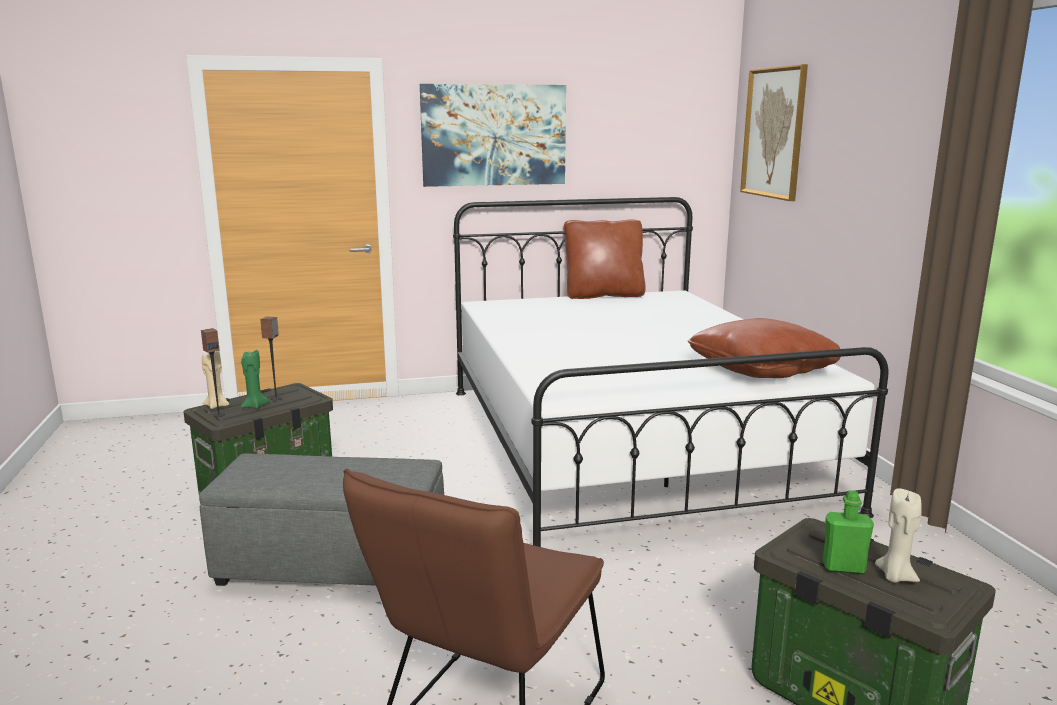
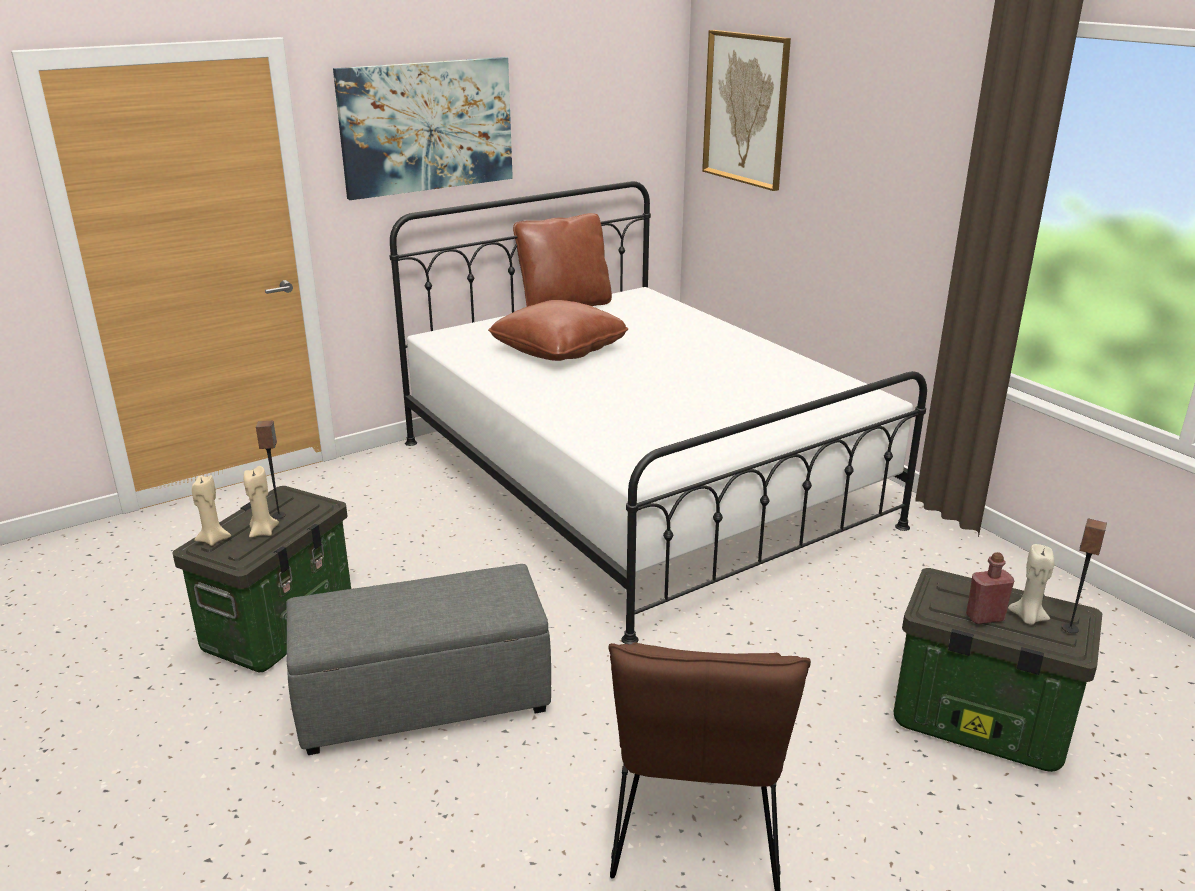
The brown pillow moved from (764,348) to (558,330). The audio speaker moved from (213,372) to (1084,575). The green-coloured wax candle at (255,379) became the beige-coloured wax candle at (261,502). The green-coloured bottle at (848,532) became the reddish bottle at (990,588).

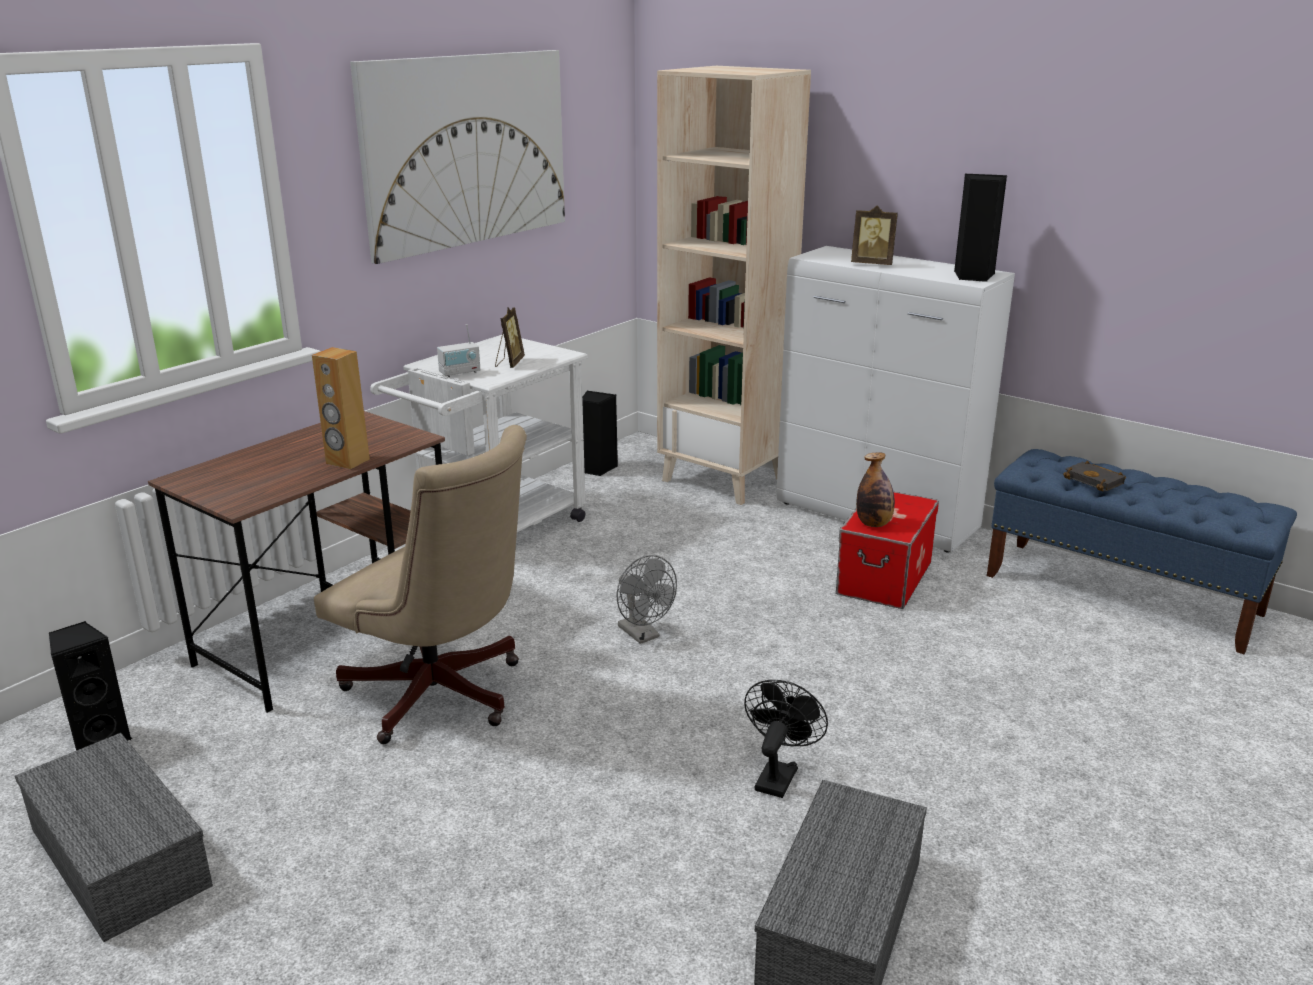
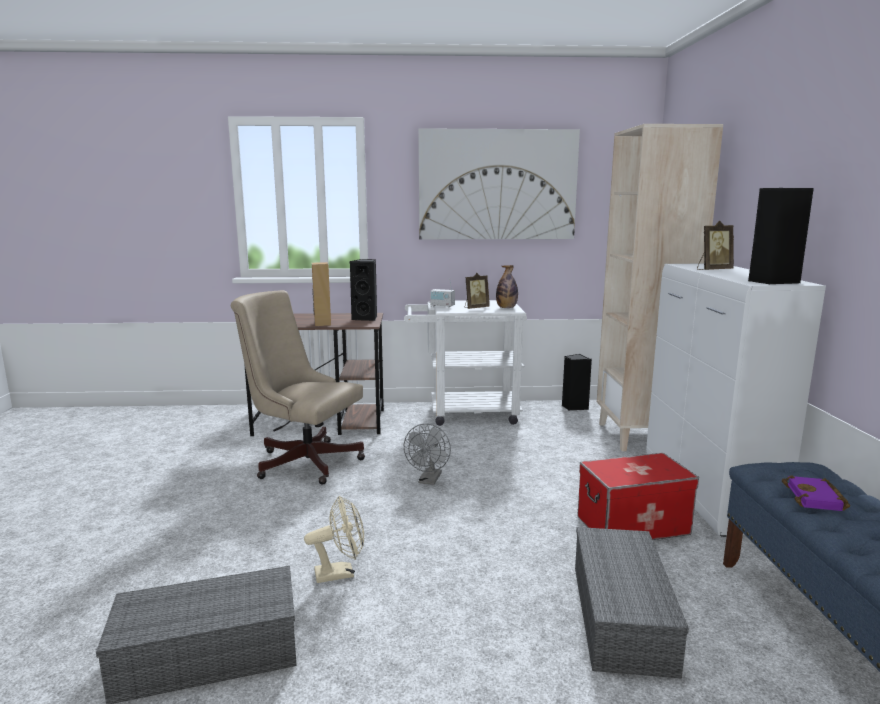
The standing frame at (874,235) turned 90 degrees counterclockwise. The beige-coloured office chair at (420,584) turned 120 degrees clockwise. The bottle moved from (875,489) to (507,286). The black bound book at (1094,476) became the purple-coloured bound book at (816,493). The black audio speaker moved from (91,686) to (363,290). The black fan at (786,739) became the beige-coloured fan at (334,539). The gray storage box moved from (114,837) to (632,603).

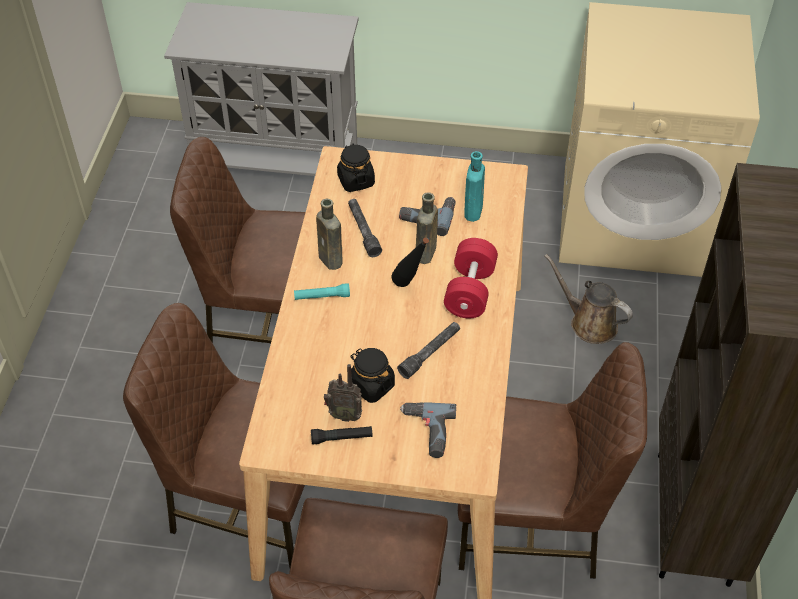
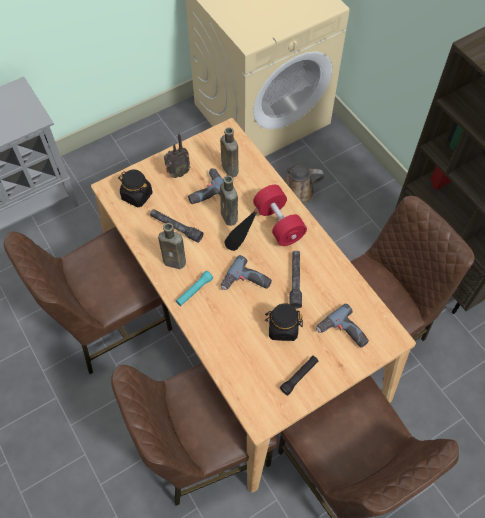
The blue-green bottle at (474,186) became the brown bottle at (229,152). The radio set moved from (343,393) to (177,155). The drill at (246,272) appeared.

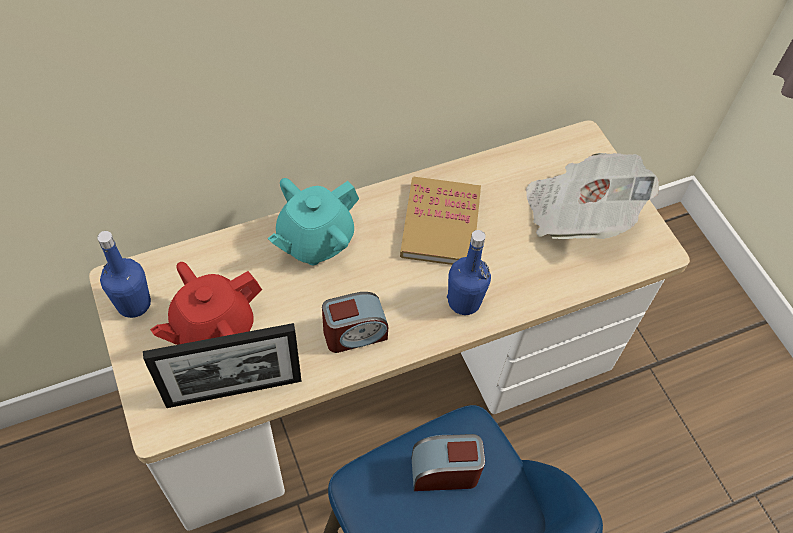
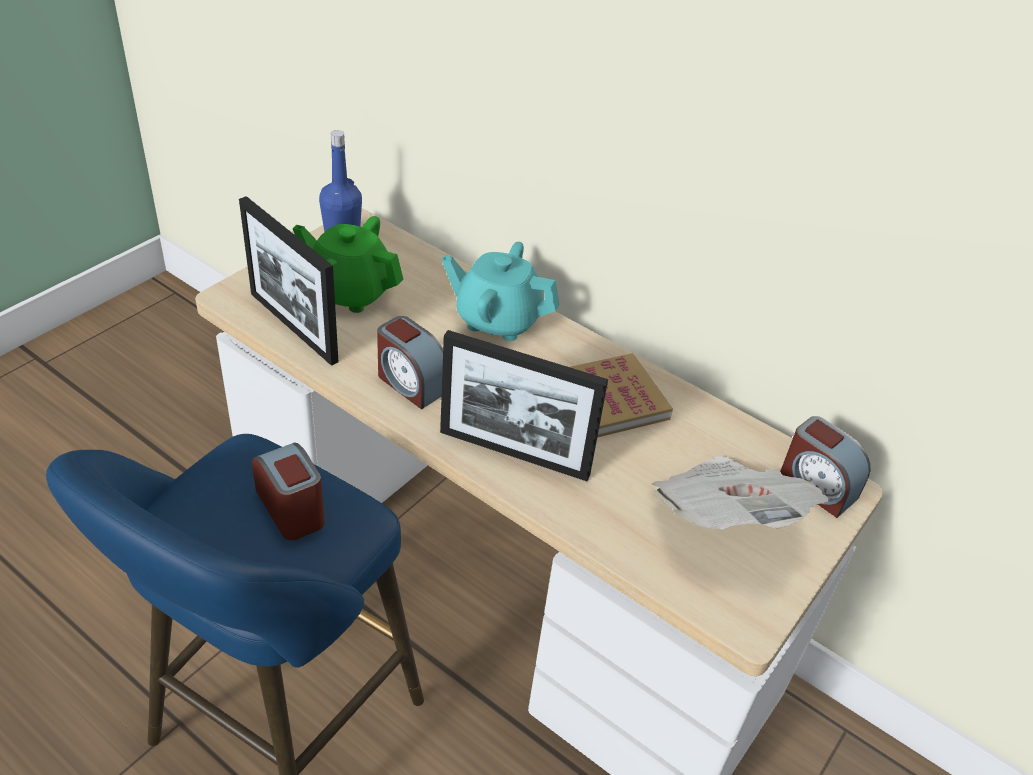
The bluish bottle at (469,272) was replaced by the standing frame at (524,405). The reddish pot for tea at (206,303) became the green-coloured pot for tea at (348,264). The bedside clock at (825,467) appeared.

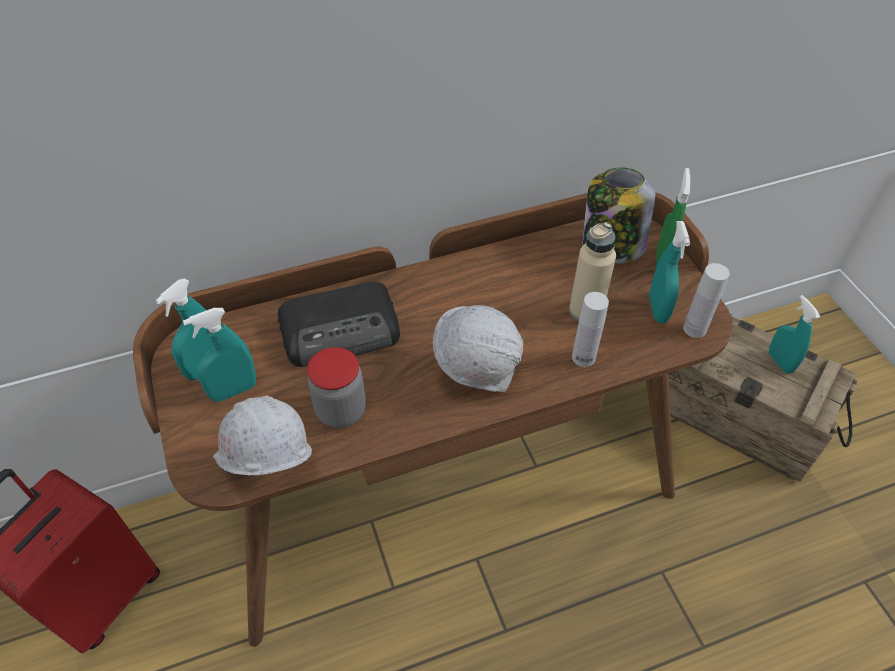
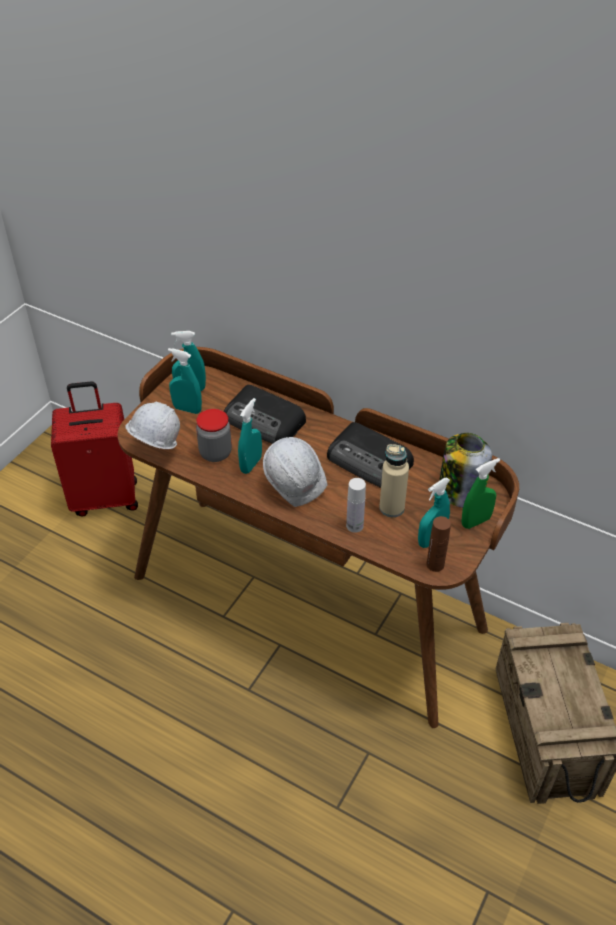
The white-coloured bottle at (706,300) became the brown bottle at (439,544). The blue-green sprayer moved from (794,334) to (250,436). The radio set at (370,455) appeared.

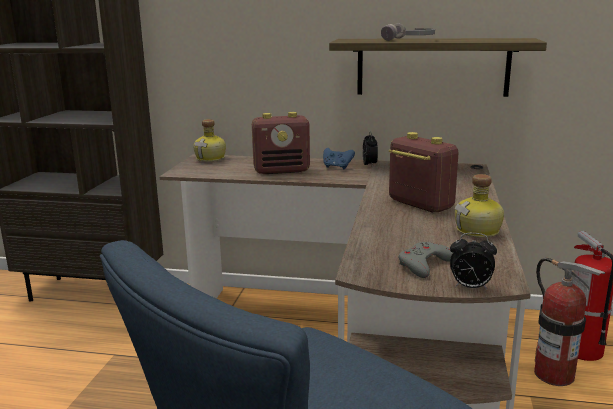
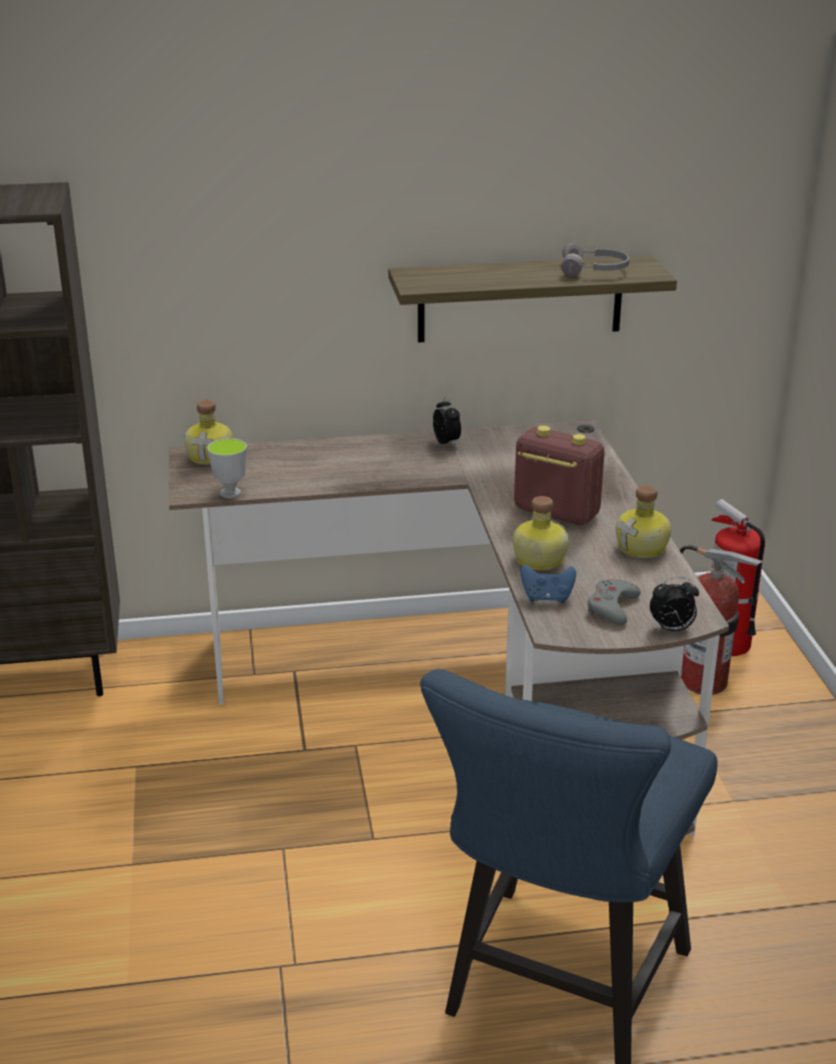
The gray pair of headphones moved from (408,32) to (595,259). The radio set at (281,143) disappeared. The bluish gamepad moved from (339,158) to (548,584). The small cup at (227,468) appeared. The bottle at (541,533) appeared.

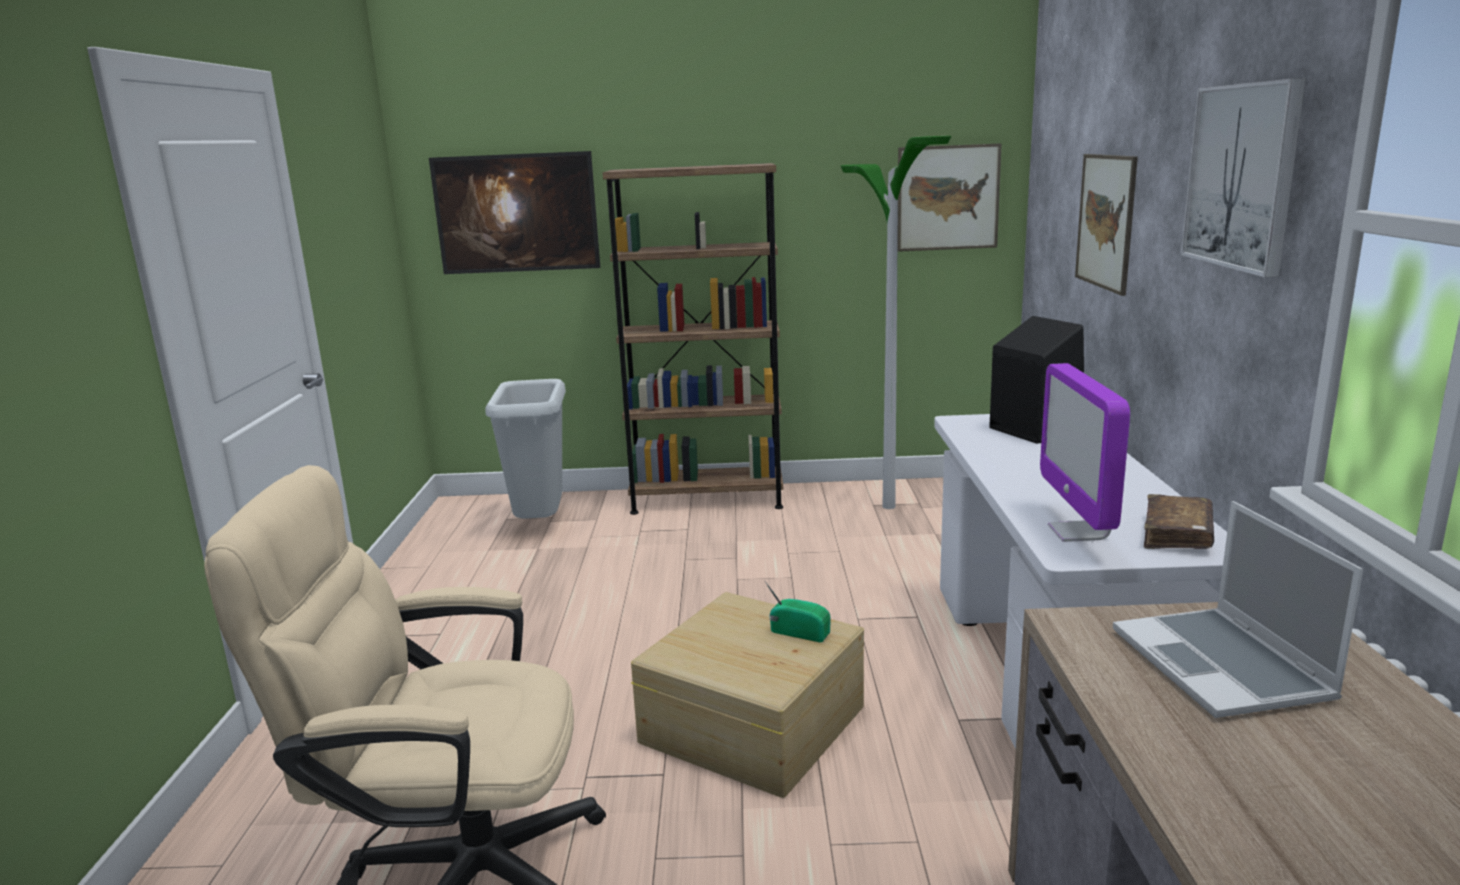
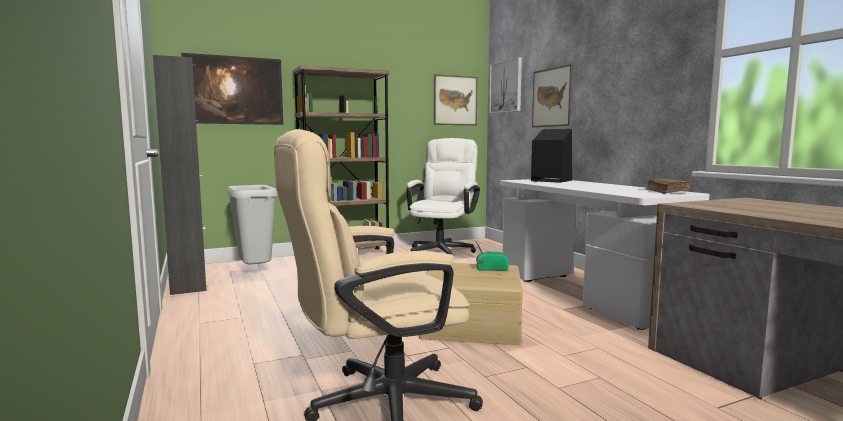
The wall art moved from (1243,177) to (505,85). The standard lamp at (896,322) was replaced by the white-coloured office chair at (443,196). The computer screen at (1085,452) disappeared. The portable computer at (1238,609) disappeared. The black storage cabinet at (179,175) appeared.

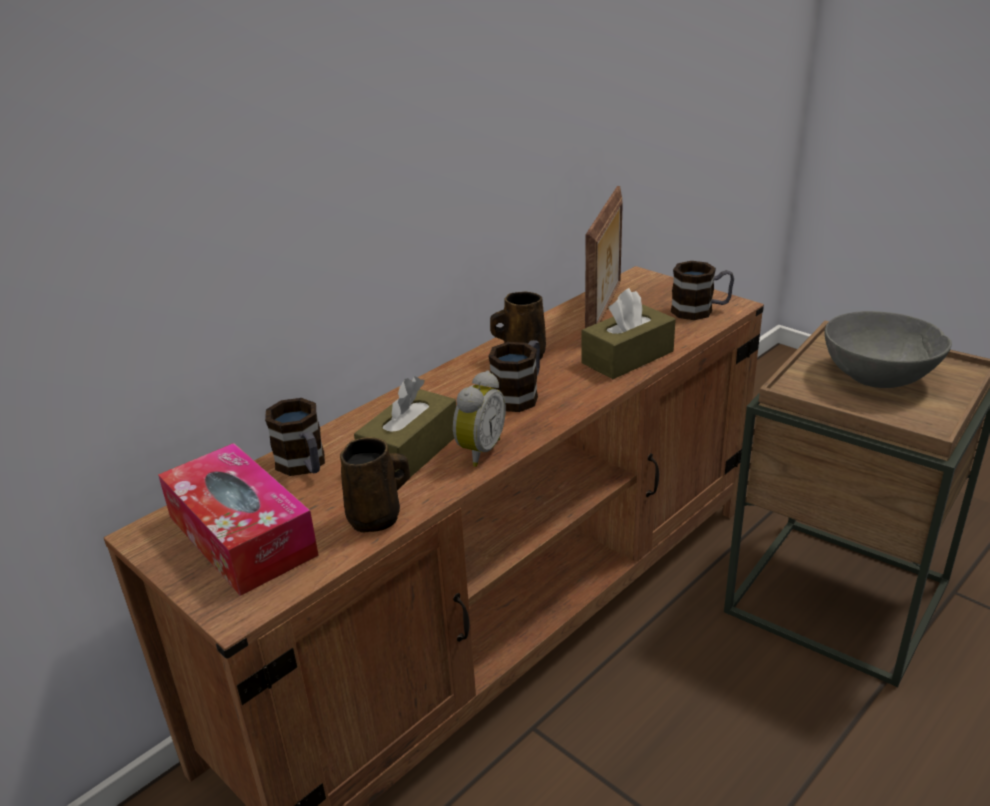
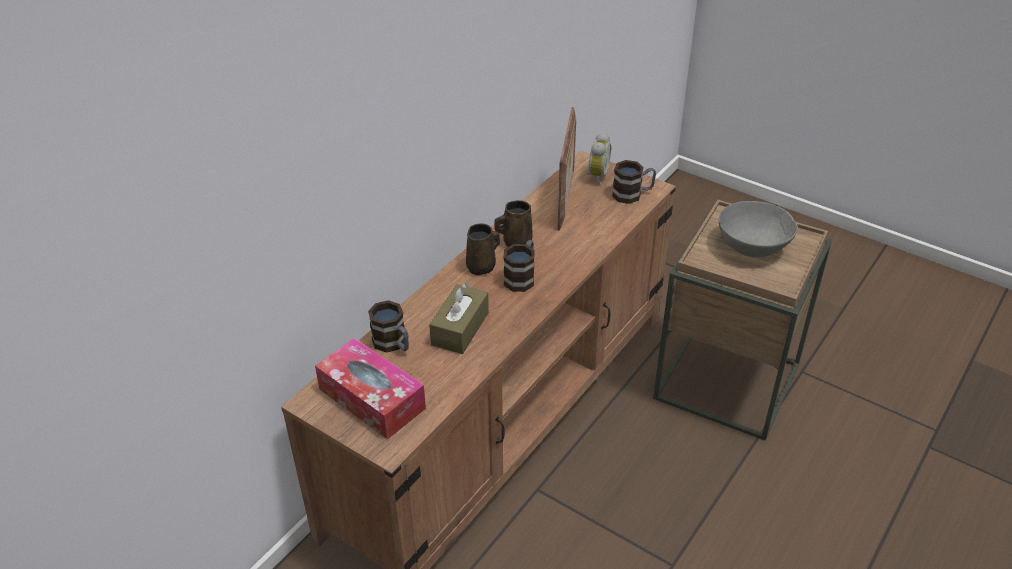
The brown tissue holder at (628,333) disappeared. The bedside clock moved from (479,419) to (599,158). The brown coffee mug moved from (375,485) to (483,249).

